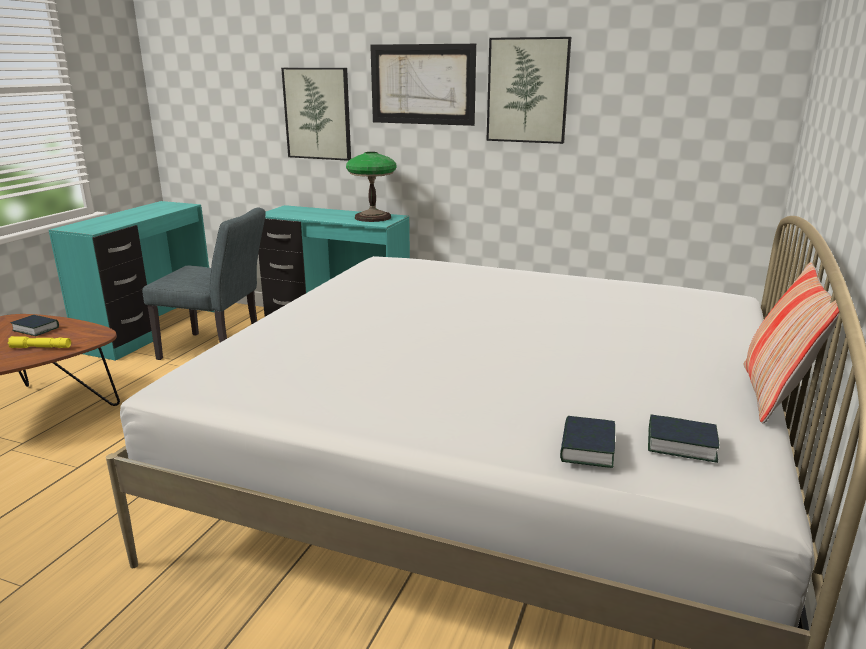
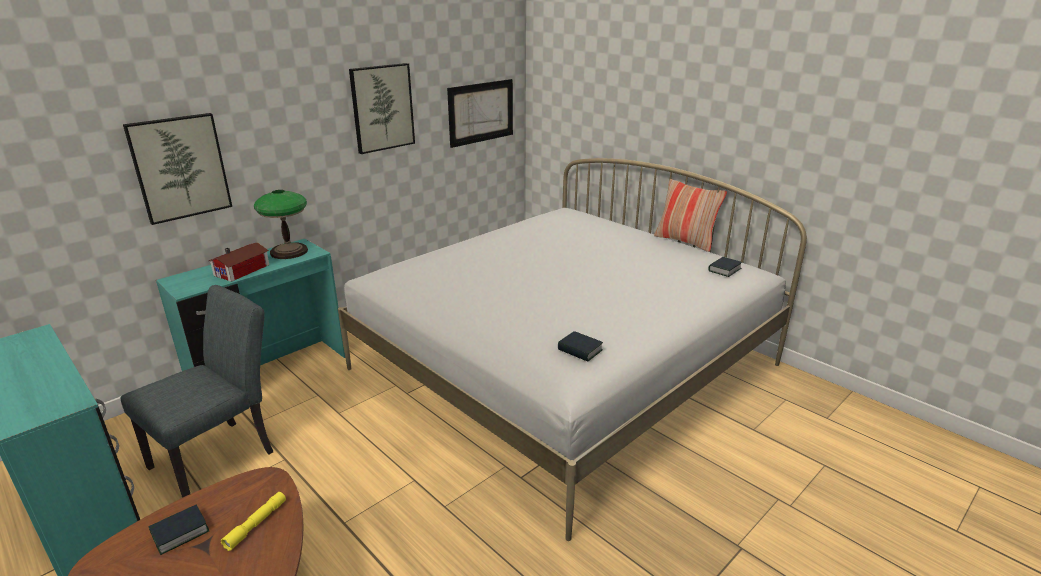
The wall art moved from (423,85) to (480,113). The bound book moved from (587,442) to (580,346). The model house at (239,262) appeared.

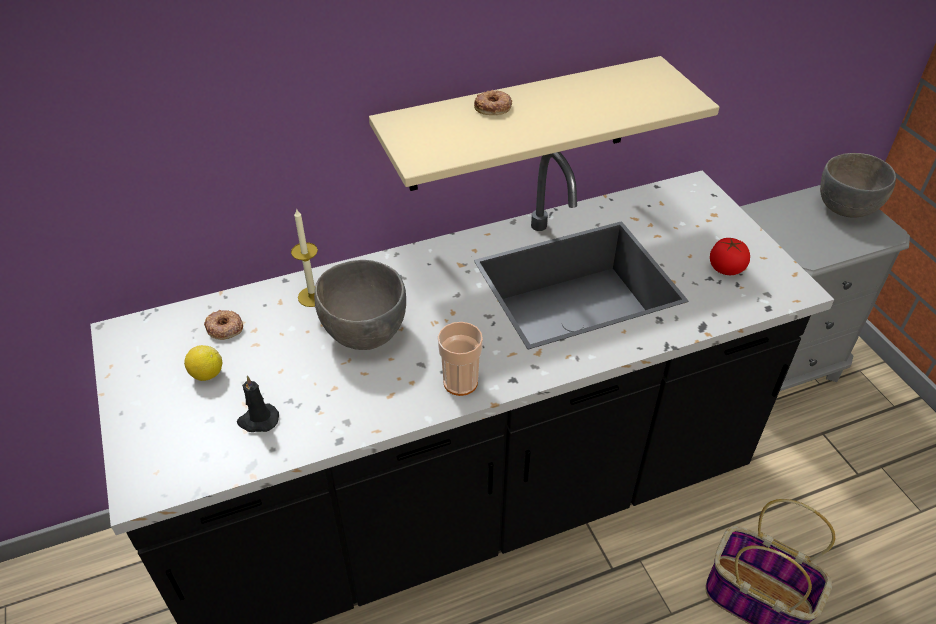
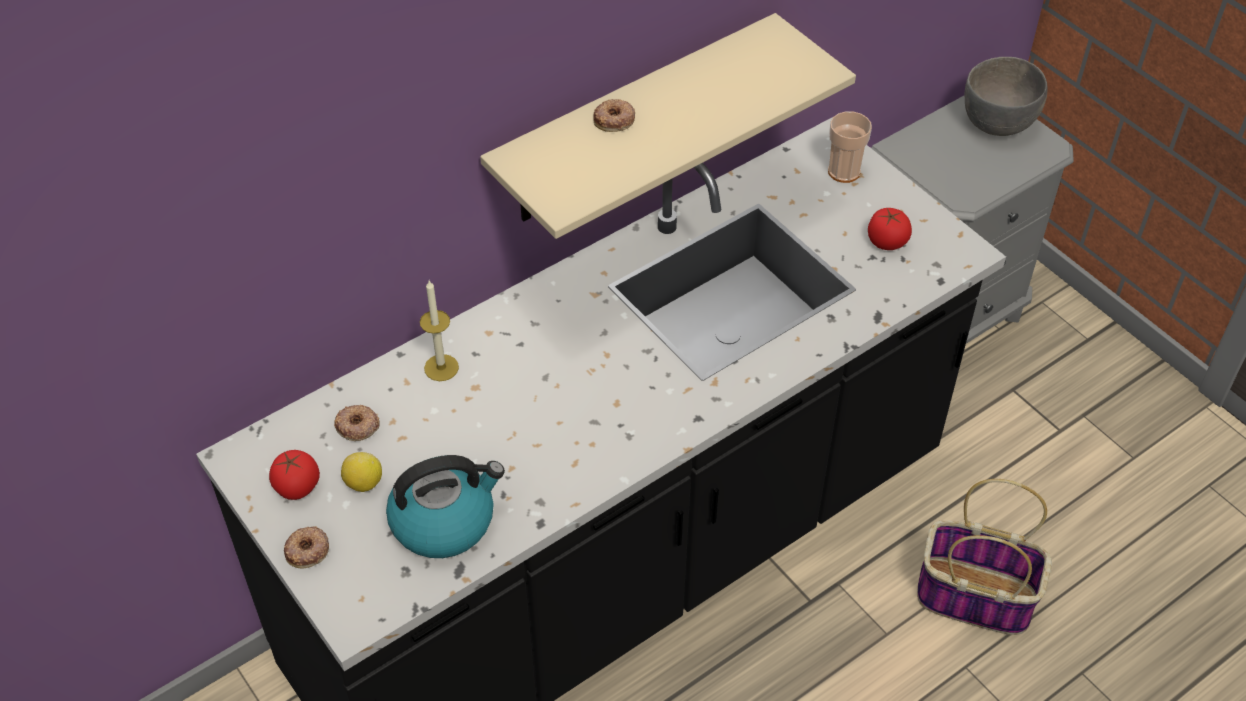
The gray bowl at (360,305) disappeared. The small cup moved from (460,359) to (850,147). The black wax candle at (258,404) was replaced by the tea kettle at (445,506). The whole tomato at (294,475) appeared. The donut at (306,547) appeared.

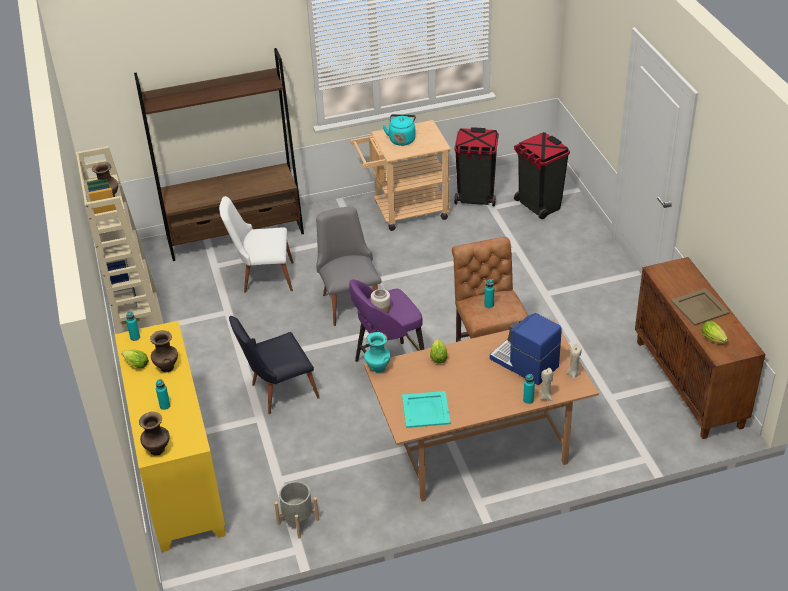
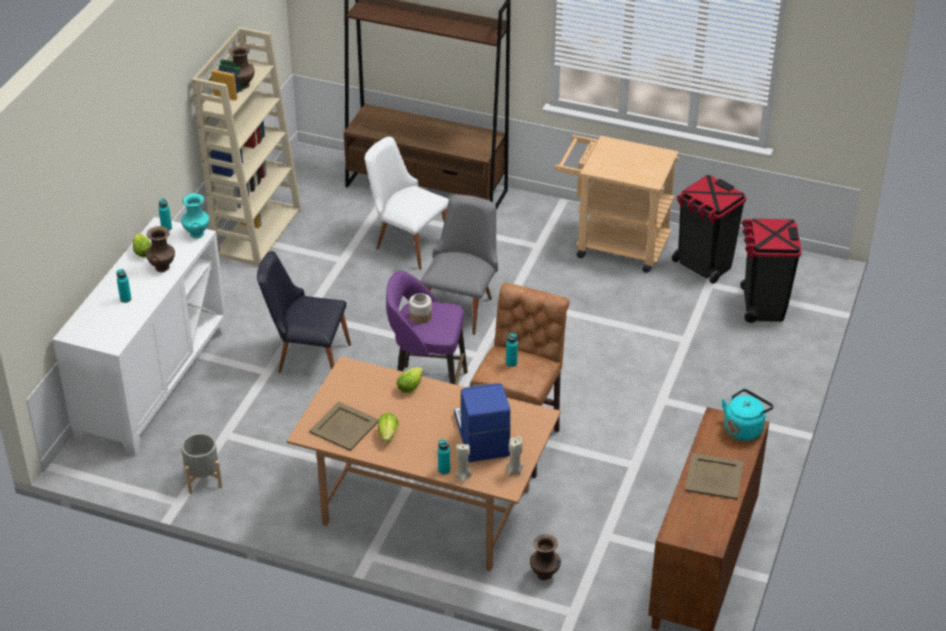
The blue-green tea kettle moved from (399,130) to (748,415). The yellow storage cabinet at (170,436) became the white-coloured storage cabinet at (139,336). The lettuce moved from (714,332) to (388,428). The blue-green vase moved from (377,352) to (195,215). The blue-green carrying tray at (426,409) became the beige-coloured carrying tray at (344,426). The brown vase moved from (154,434) to (545,557).

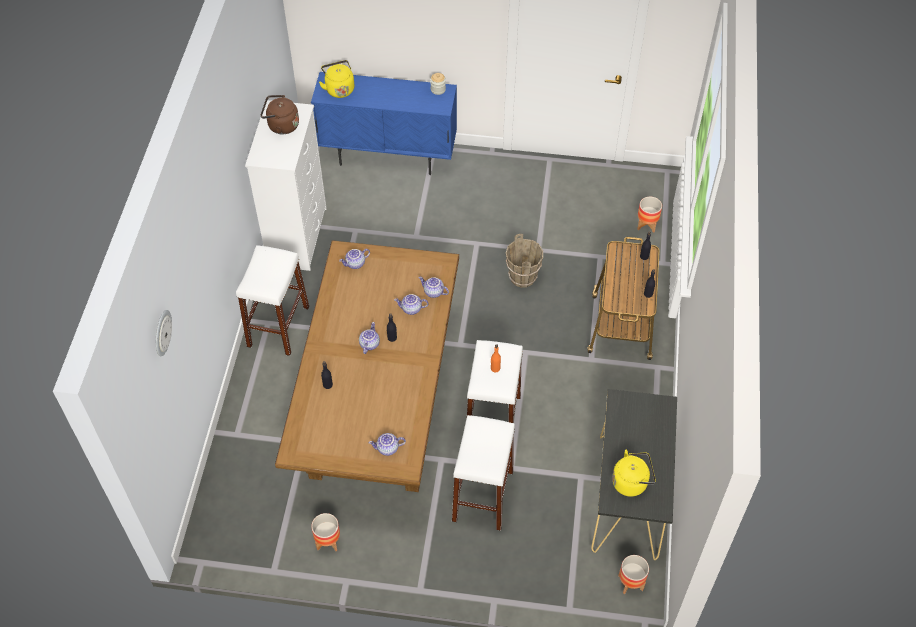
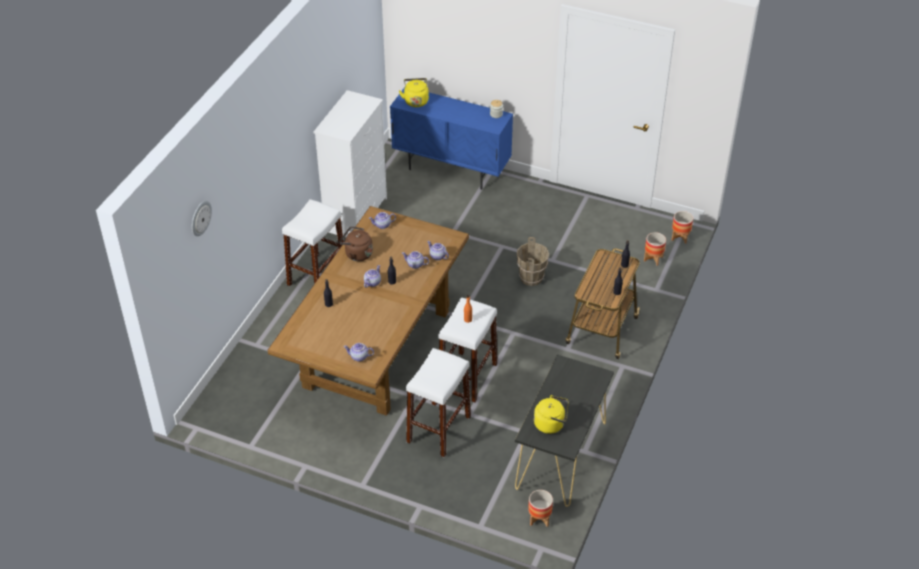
The brown tea kettle moved from (280,114) to (356,244). The plant pot moved from (325,532) to (682,227).

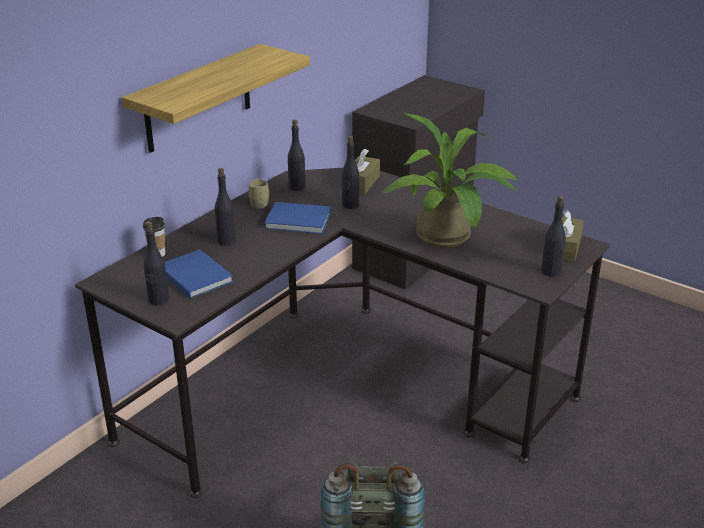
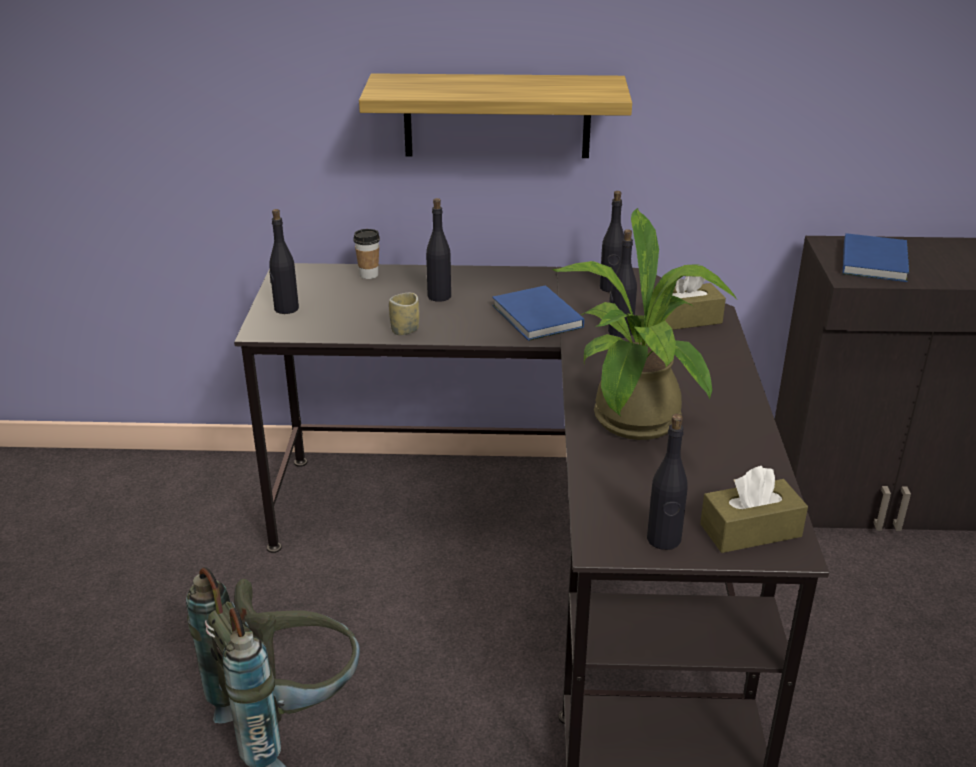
The small cup moved from (258,193) to (404,314). The bluish bound book moved from (199,274) to (876,257).

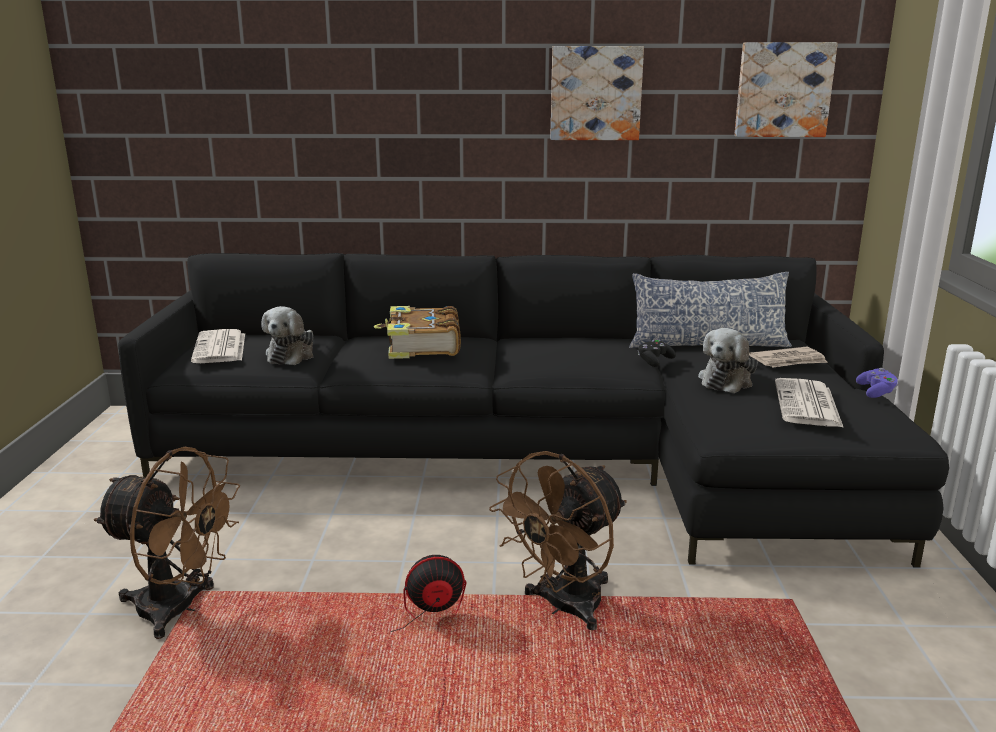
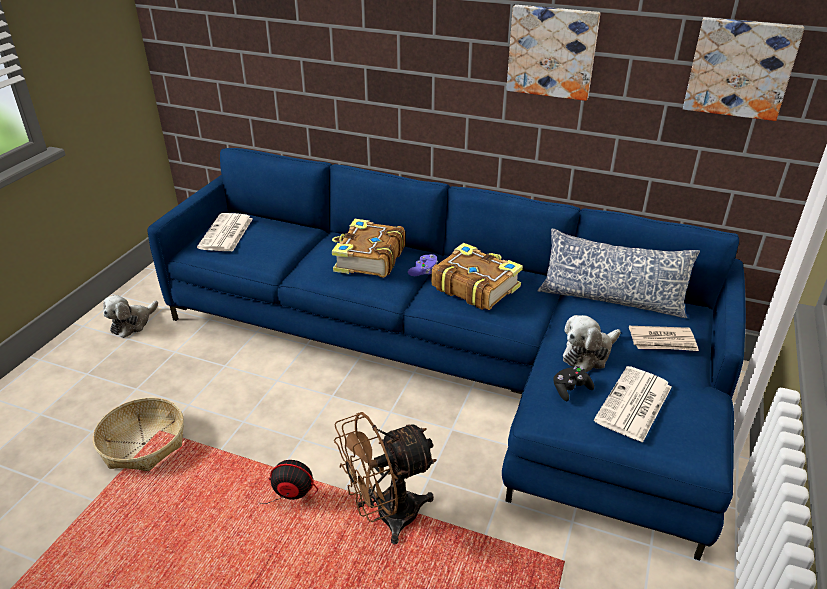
The black couch at (533,410) became the bluish couch at (446,354). The soft toy moved from (288,335) to (130,316). The black gamepad moved from (656,353) to (574,383). The purple-coloured gamepad moved from (877,383) to (423,265). The brown fan at (167,543) was replaced by the basket at (138,434). The bound book at (477,276) appeared.

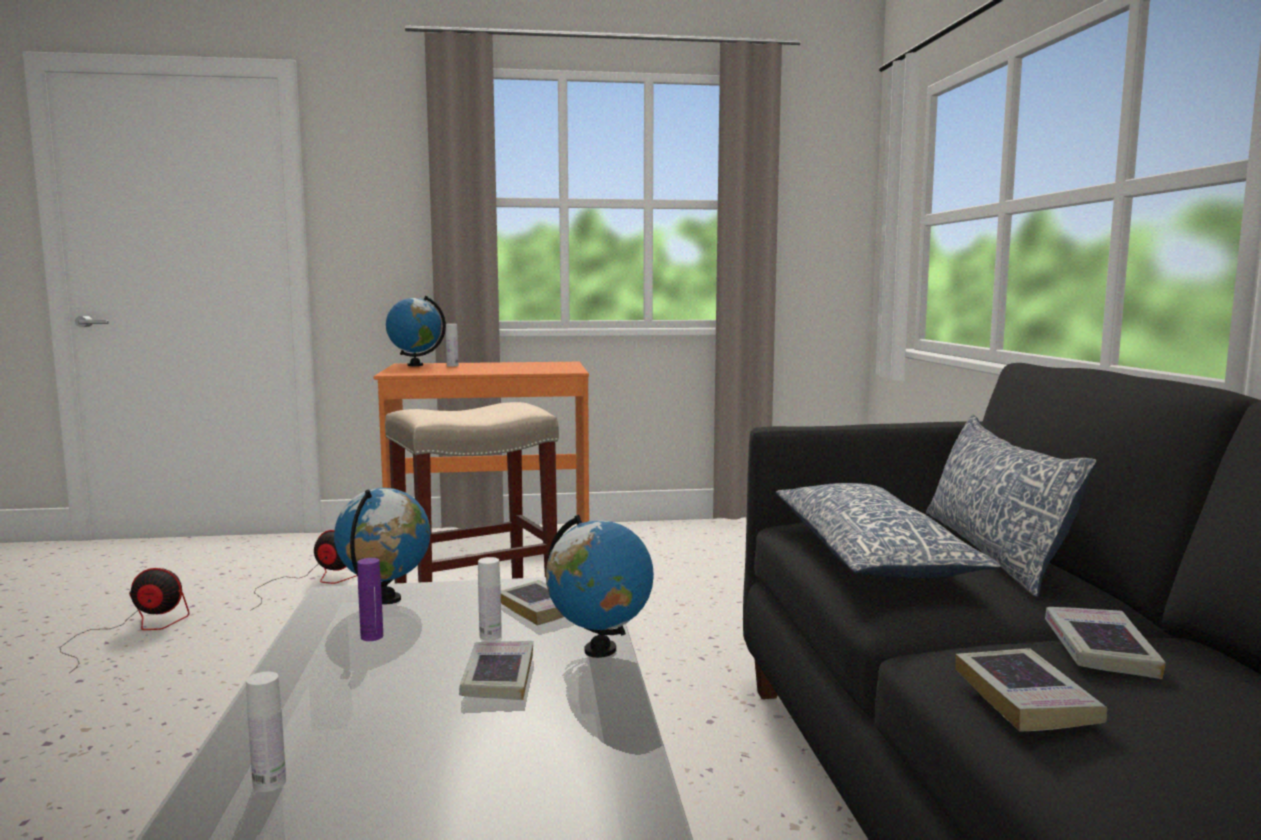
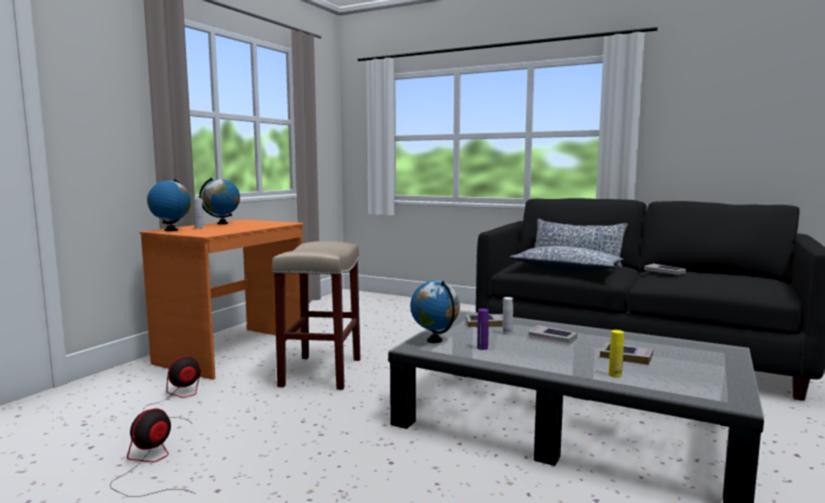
The globe moved from (600,586) to (219,200). The bound book moved from (1031,690) to (626,353). The white-coloured bottle at (266,732) became the yellow bottle at (616,353).

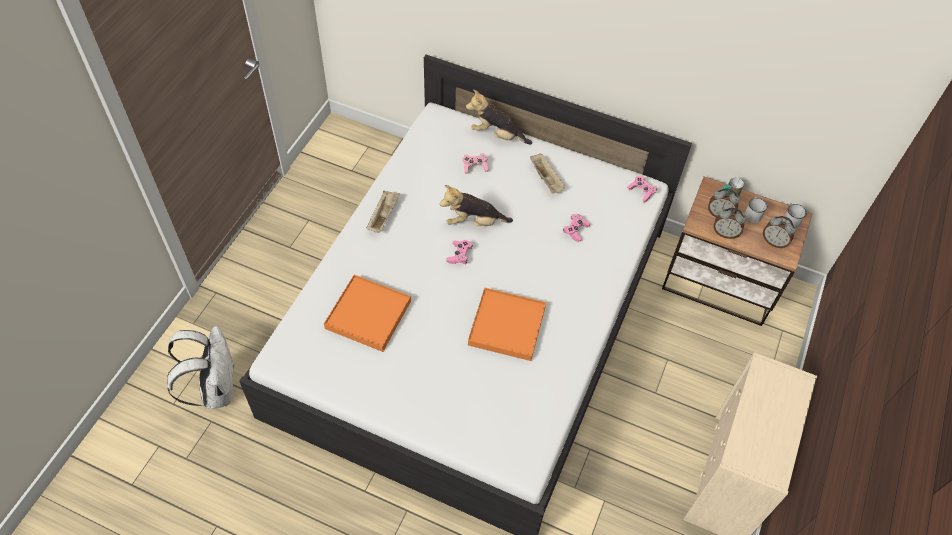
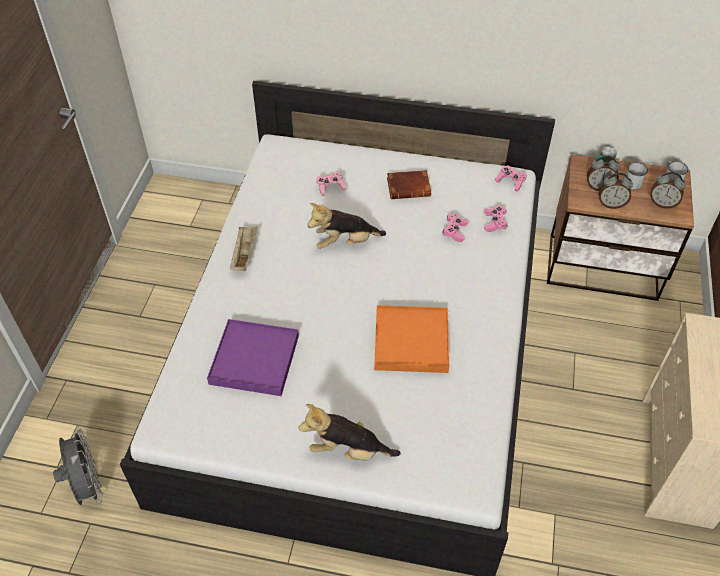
The soft toy moved from (499,117) to (349,432). The beige-coloured carrying tray at (547,174) was replaced by the brown bound book at (409,184). The pink-coloured gamepad moved from (459,252) to (496,219). The orange carrying tray at (367,313) became the purple-coloured carrying tray at (253,357). The white-coloured knapsack at (201,367) was replaced by the gray fan at (78,466).

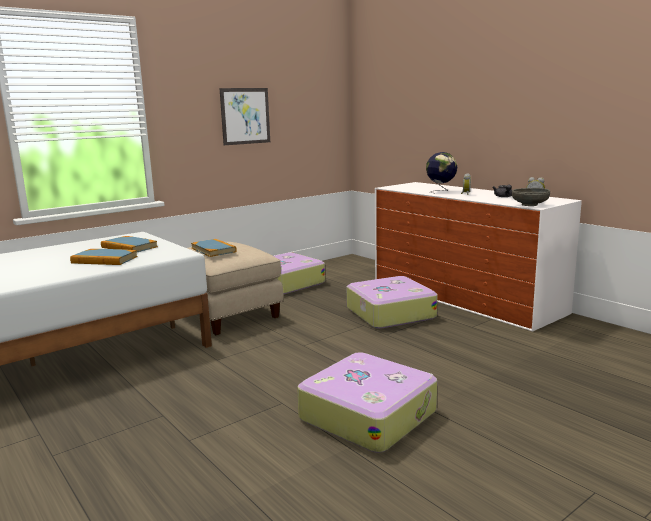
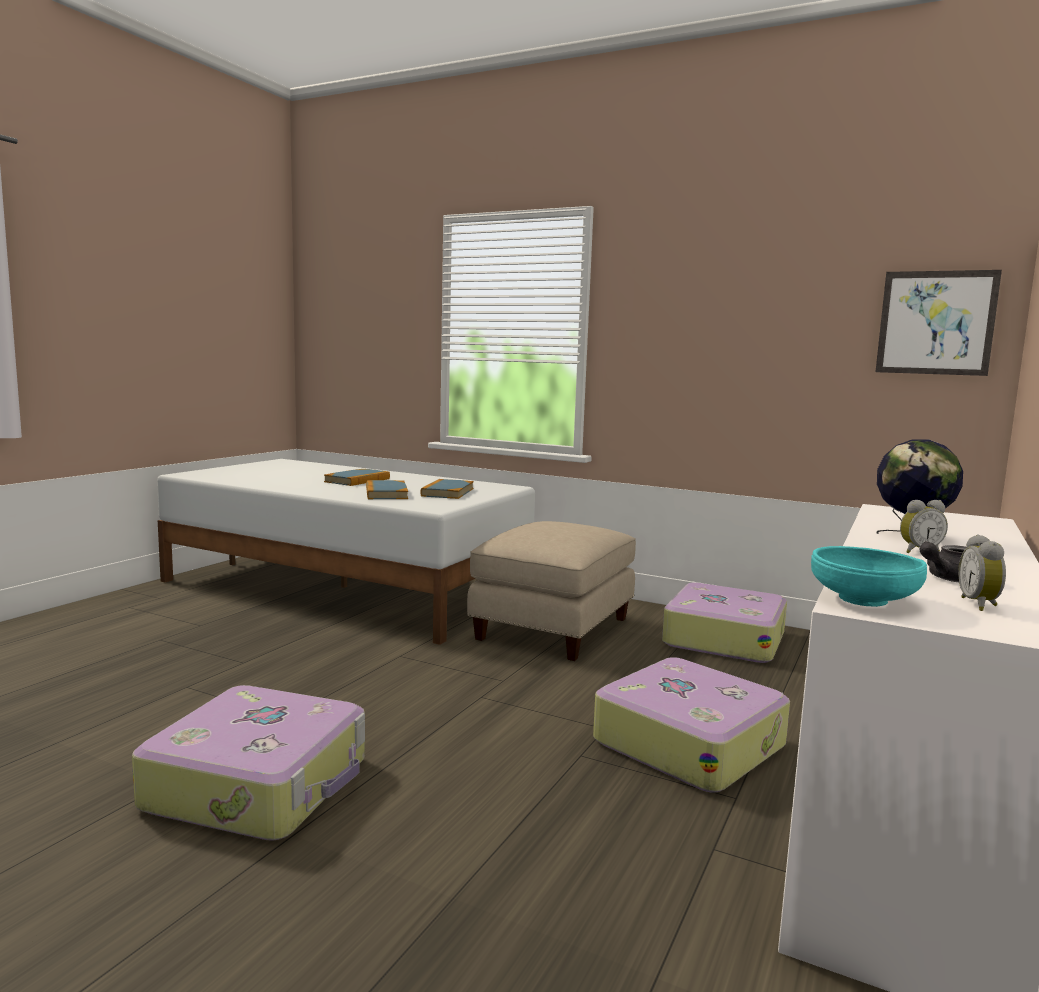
The wall art moved from (244,116) to (938,323). The gray bowl at (531,197) became the blue-green bowl at (869,576). The bound book moved from (214,248) to (357,477).

